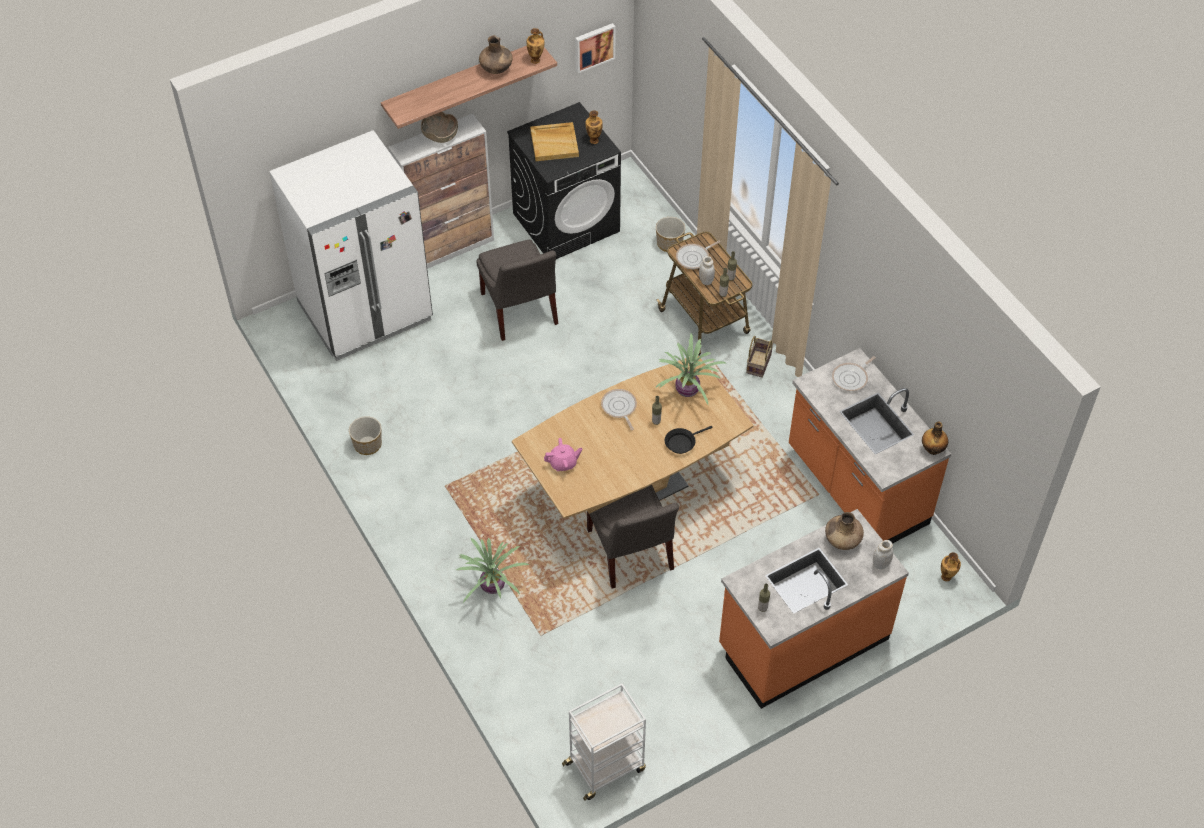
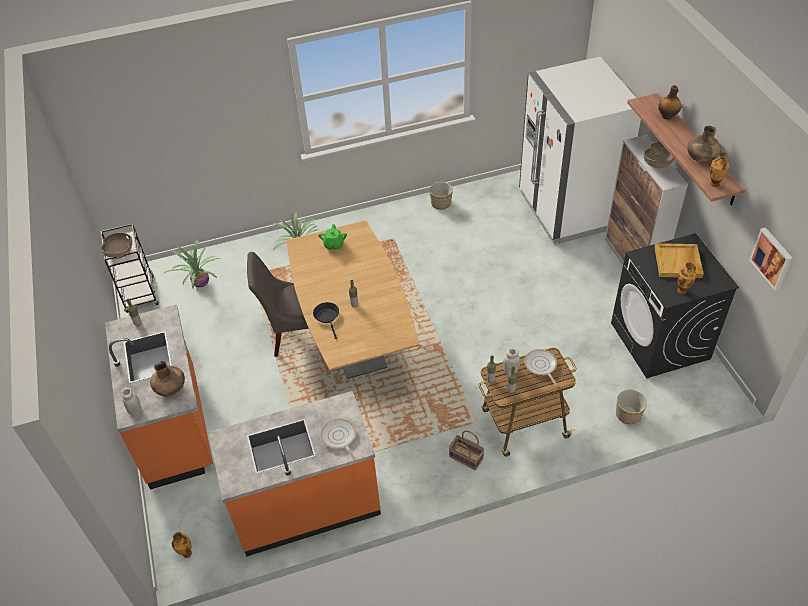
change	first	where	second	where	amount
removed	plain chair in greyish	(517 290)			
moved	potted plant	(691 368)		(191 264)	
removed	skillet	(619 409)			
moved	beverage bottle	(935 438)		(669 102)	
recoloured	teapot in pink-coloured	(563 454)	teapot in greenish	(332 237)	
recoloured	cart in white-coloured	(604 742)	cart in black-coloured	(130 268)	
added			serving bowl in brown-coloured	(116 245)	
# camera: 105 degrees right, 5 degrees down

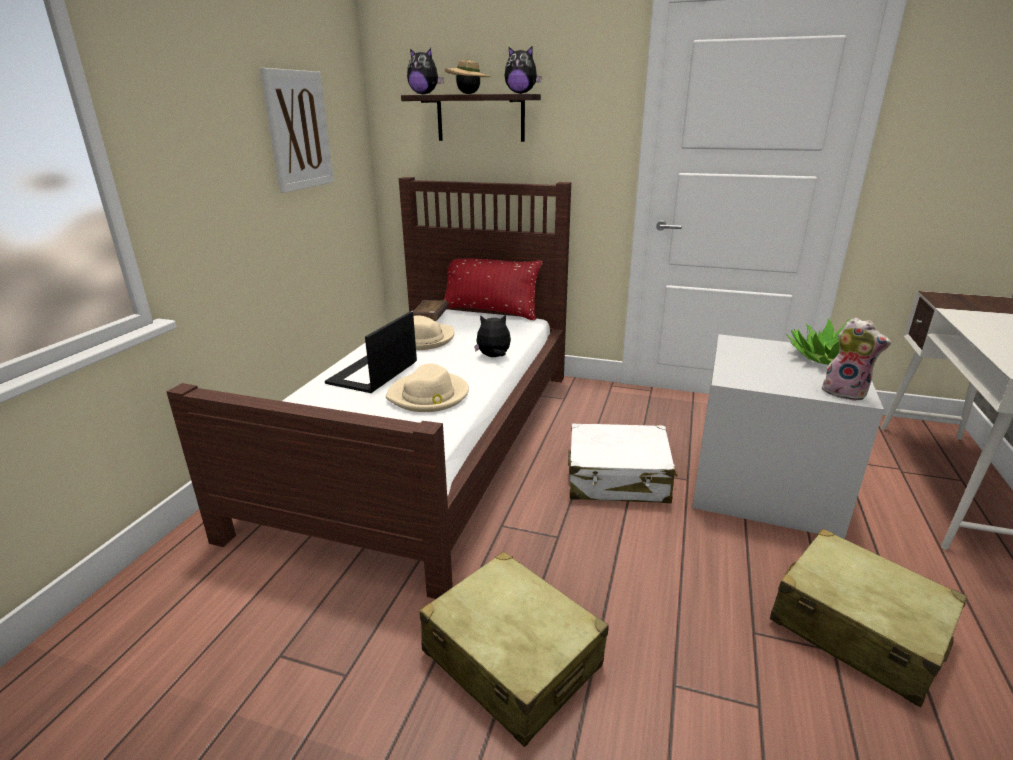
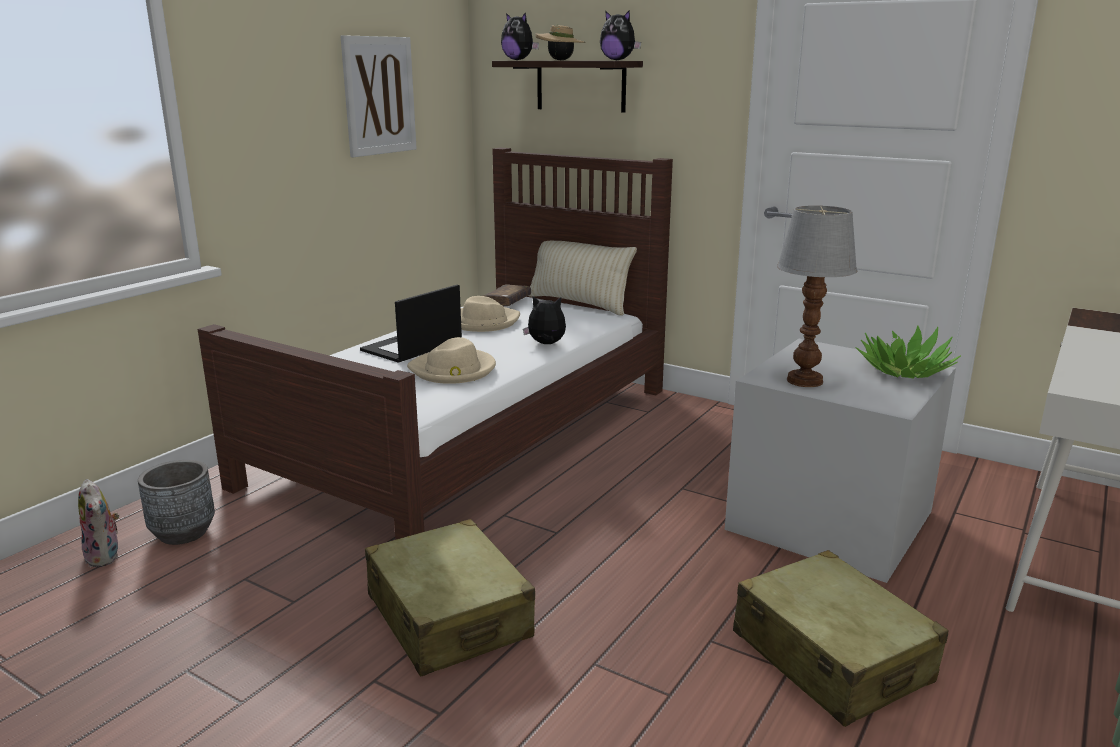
change	first	where	second	where	amount
recoloured	cushion in red-coloured	(493 289)	cushion in sand-coloured	(583 278)	
moved	cuddly toy	(856 359)		(98 523)	
removed	suitcase in white-coloured	(623 463)			
added			tabletop lamp	(817 296)	
added			planter in greyish	(176 502)	
# camera: 15 degrees right, 5 degrees down

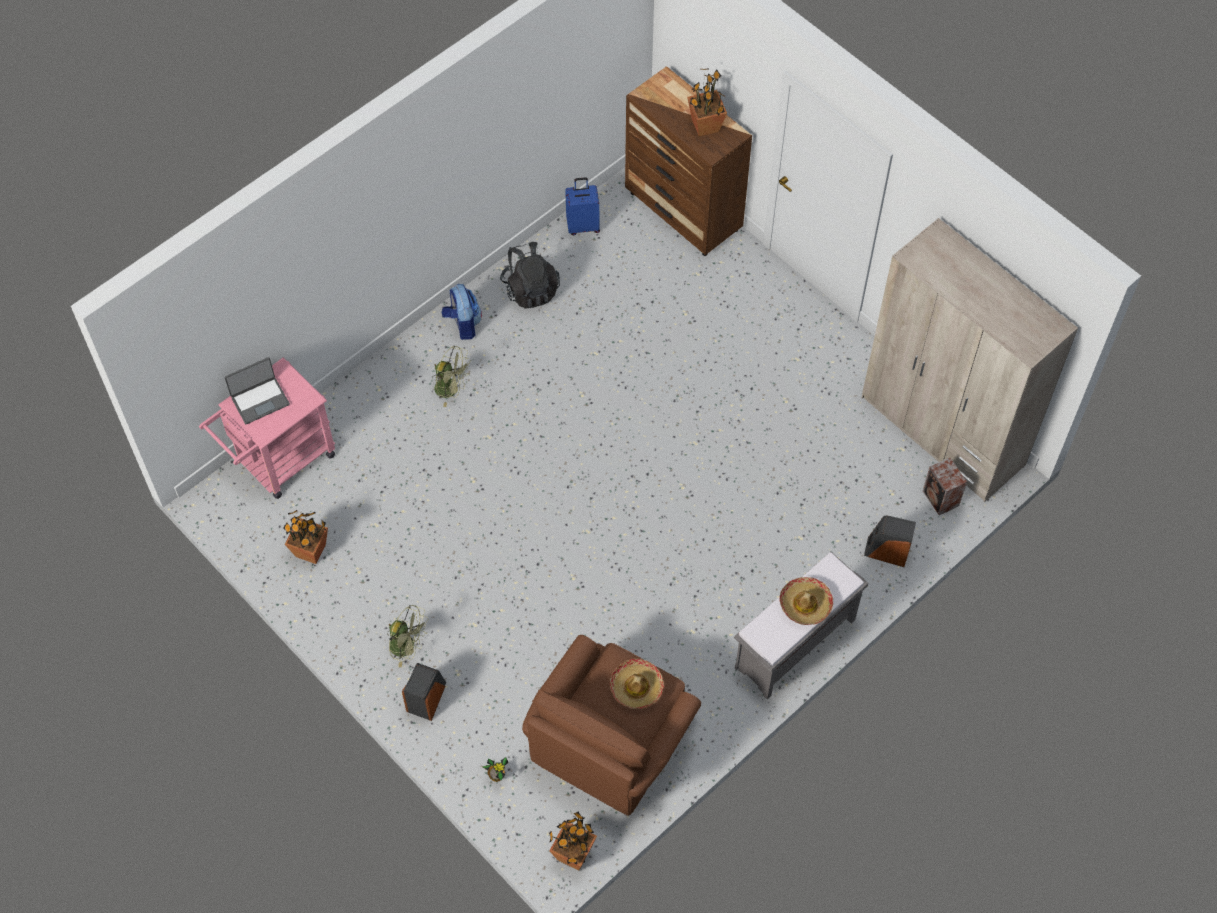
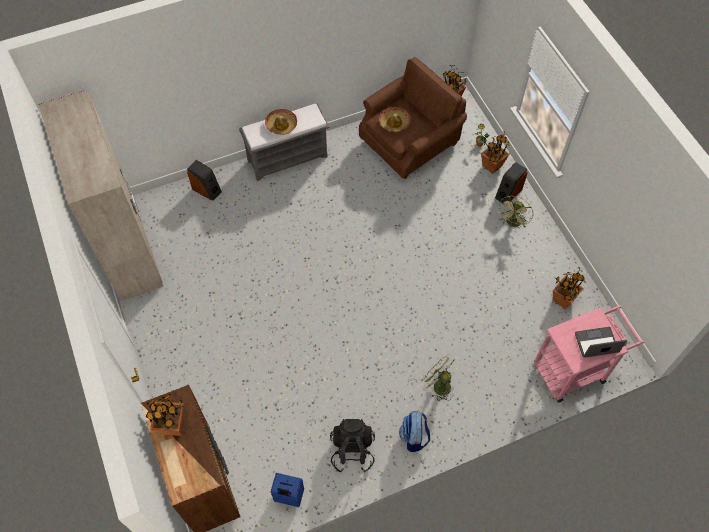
change	first	where	second	where	amount
removed	speaker	(945 486)			
turned	fan in greenish	(408 636)		(515 212)	105 degrees counterclockwise
added			potted plant	(495 152)	
# camera: 160 degrees left, 0 degrees up

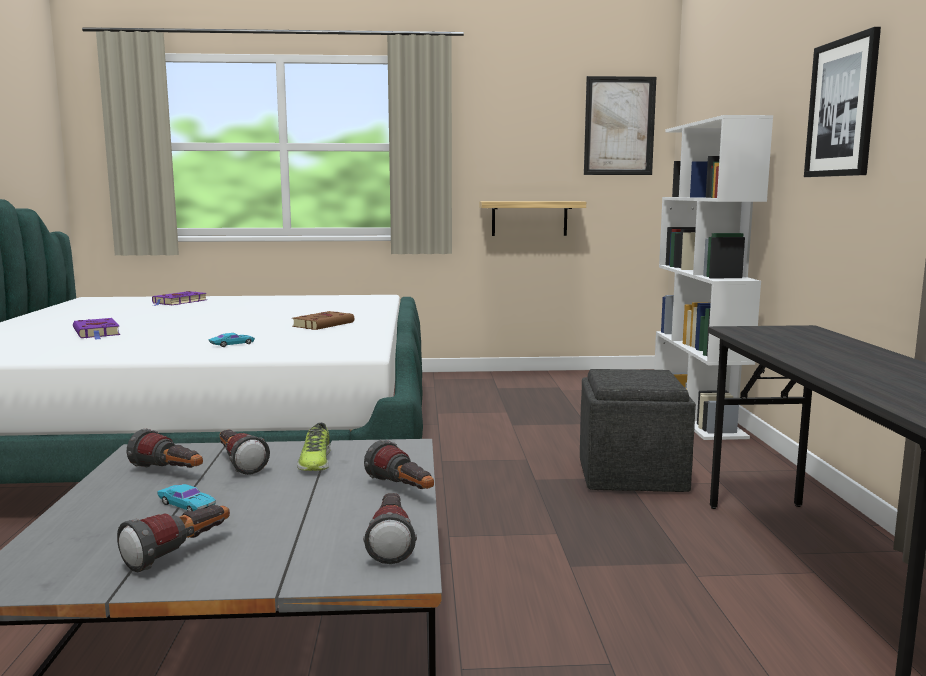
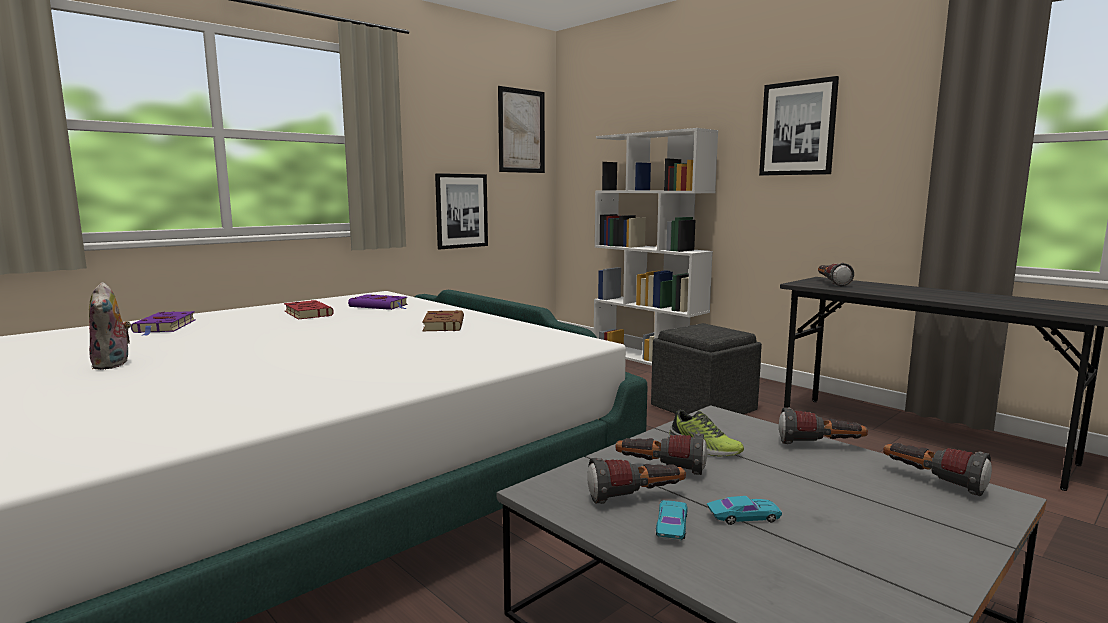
change	first	where	second	where	amount
replaced	shelf	(532 218)	wall picture	(461 211)	
moved	volume in purple-coloured	(96 329)		(378 302)	
moved	miniature car in blue-green	(231 340)		(672 520)	
moved	hand torch	(173 538)		(836 275)	
added			cuddly toy	(110 326)	
added			volume in red-coloured	(309 310)	
# camera: 40 degrees left, 0 degrees up

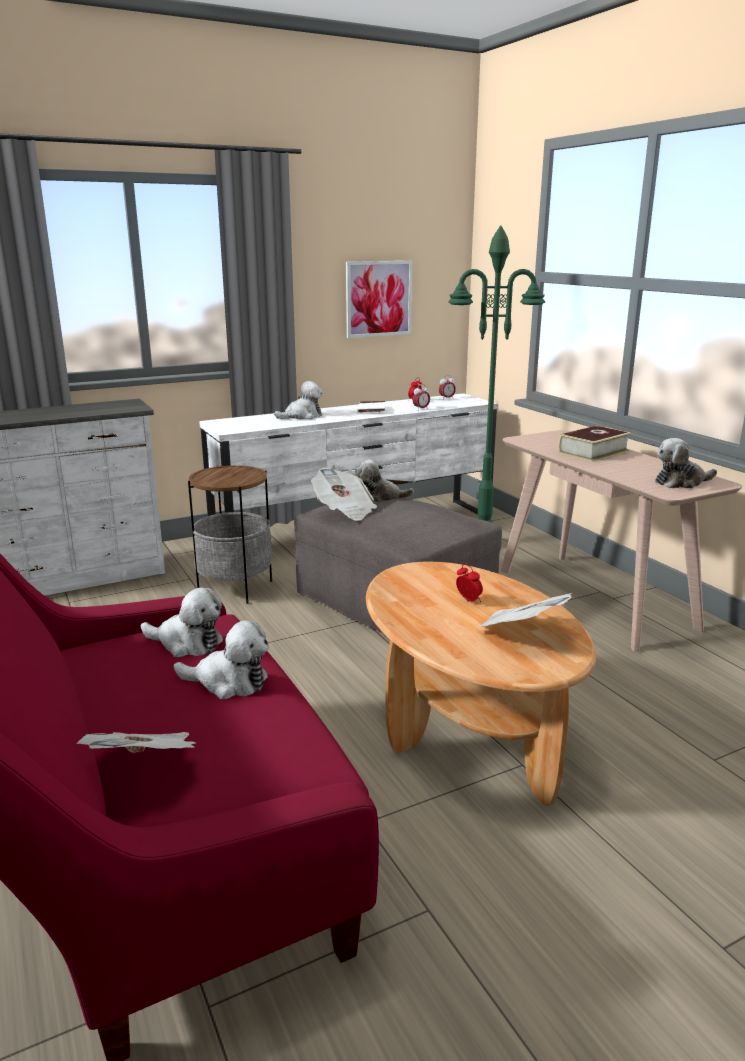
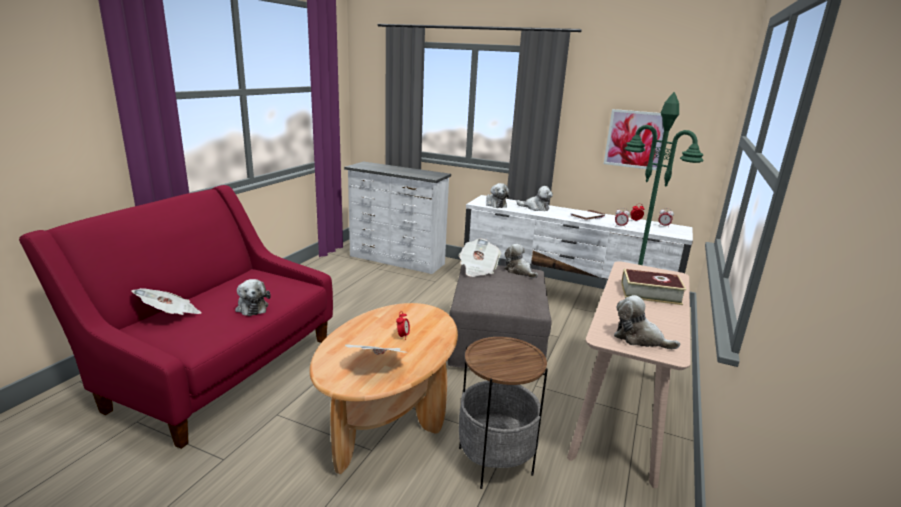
change	first	where	second	where	amount
moved	accent table	(230 534)		(503 413)	
moved	cuddly toy	(182 622)		(497 195)	
# camera: 50 degrees right, 0 degrees up

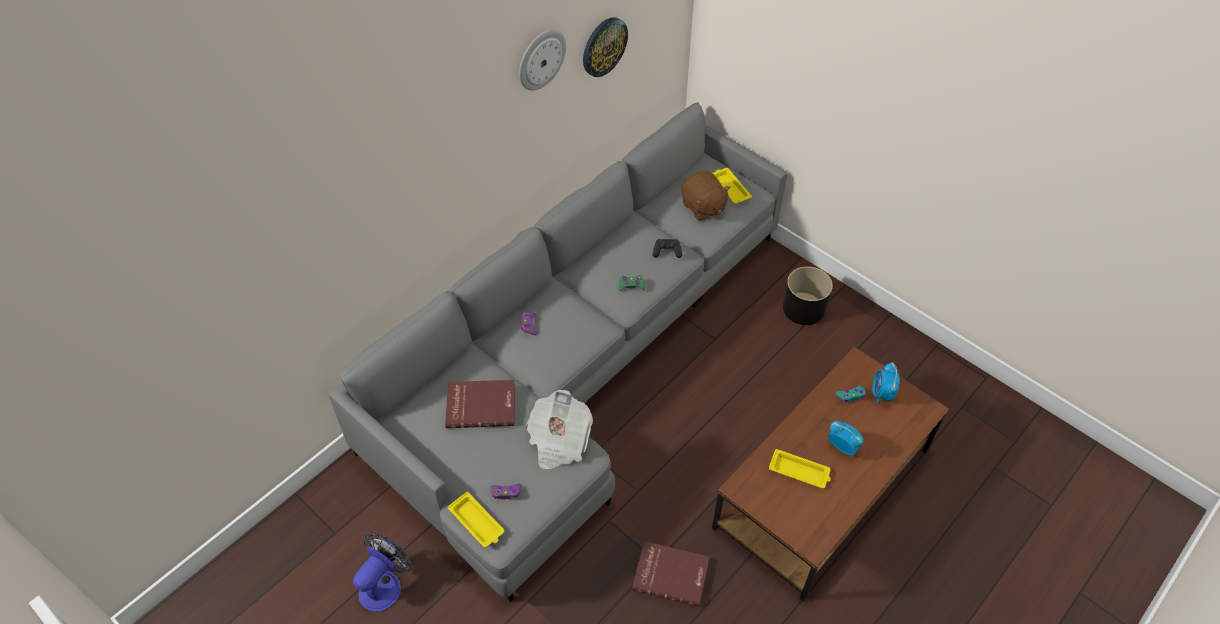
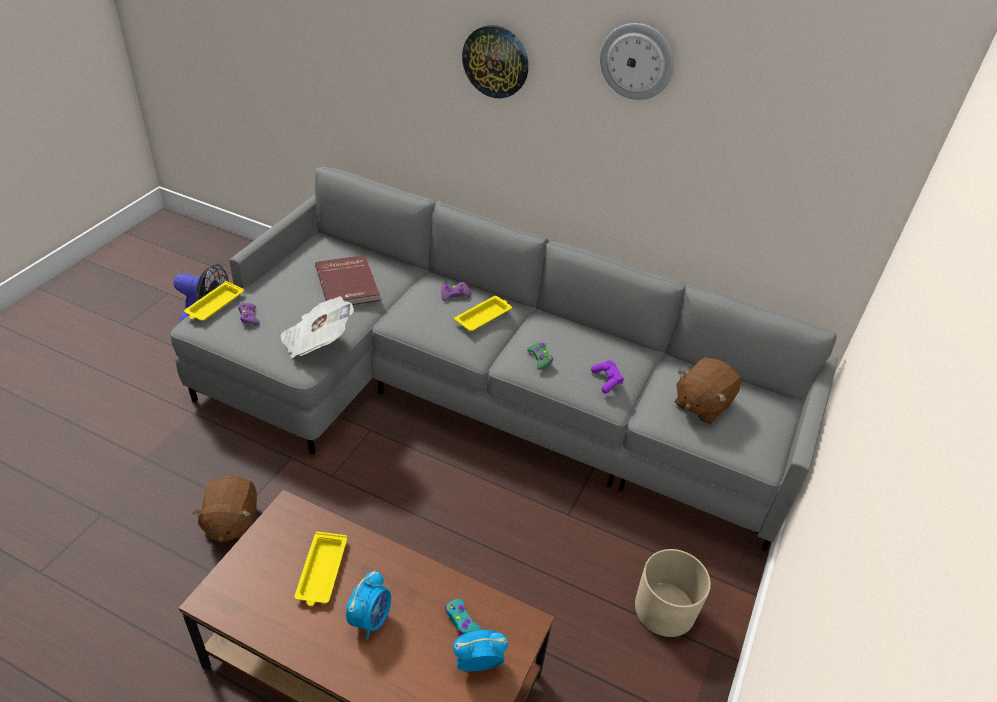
change	first	where	second	where	amount
moved	clock on the wall	(605 47)		(495 61)	
moved	carrying tray in yellowish	(732 186)		(483 313)	
recoloured	game controller in black-coloured	(667 248)	game controller in purple-coloured	(607 377)	
recoloured	planter in black-coloured	(808 295)	planter in sand-coloured	(673 593)	
replaced	volume in red-coloured	(671 574)	cuddly toy in brown-coloured	(224 509)	
# camera: 70 degrees right, 10 degrees down

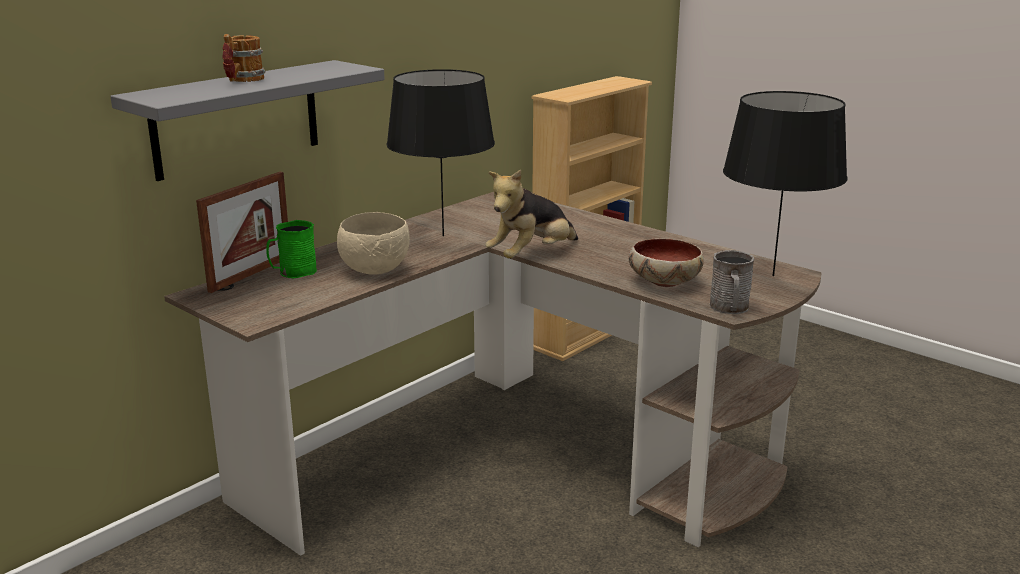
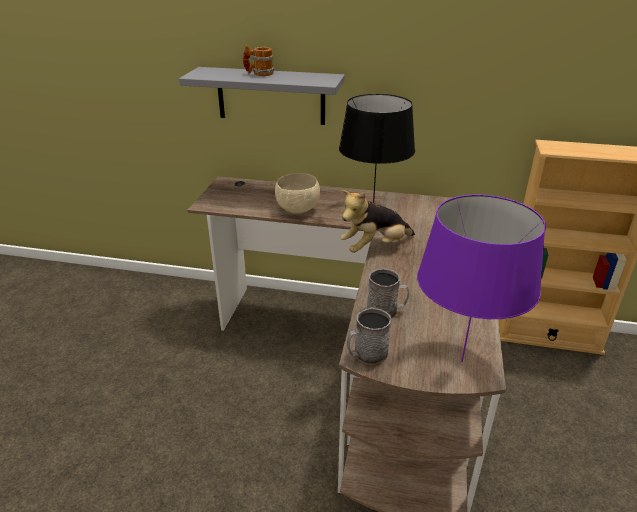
change	first	where	second	where	amount
recoloured	tabletop lamp in black-coloured	(785 183)	tabletop lamp in purple-coloured	(481 278)	
turned	cuddly toy	(531 214)		(378 221)	45 degrees counterclockwise
removed	standing frame	(242 232)			
removed	coffee mug in greenish	(291 249)			
replaced	serving bowl	(666 263)	coffee mug in greyish	(388 293)	
# camera: 60 degrees right, 10 degrees up

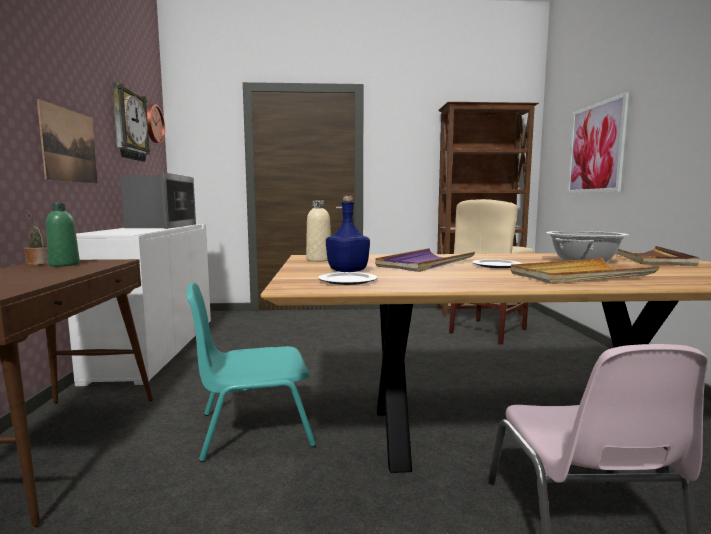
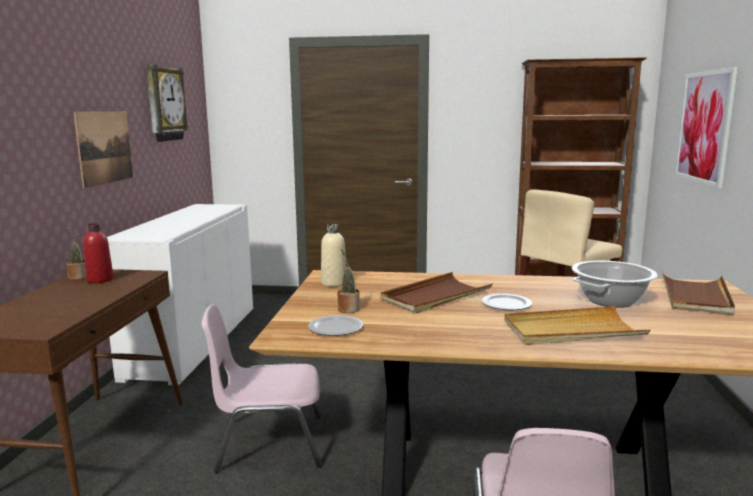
change	first	where	second	where	amount
removed	clock on the wall	(156 123)			
removed	kitchen microwave	(158 200)			
replaced	beverage bottle in blue	(348 234)	potted plant	(348 280)	
recoloured	beverage bottle in greenish	(63 235)	beverage bottle in red-coloured	(98 253)	
recoloured	carrying tray in purple-coloured	(425 260)	carrying tray in brown-coloured	(436 292)	
recoloured	plain chair in blue-green	(251 372)	plain chair in pink-coloured	(262 388)	
# camera: 10 degrees right, 5 degrees up

